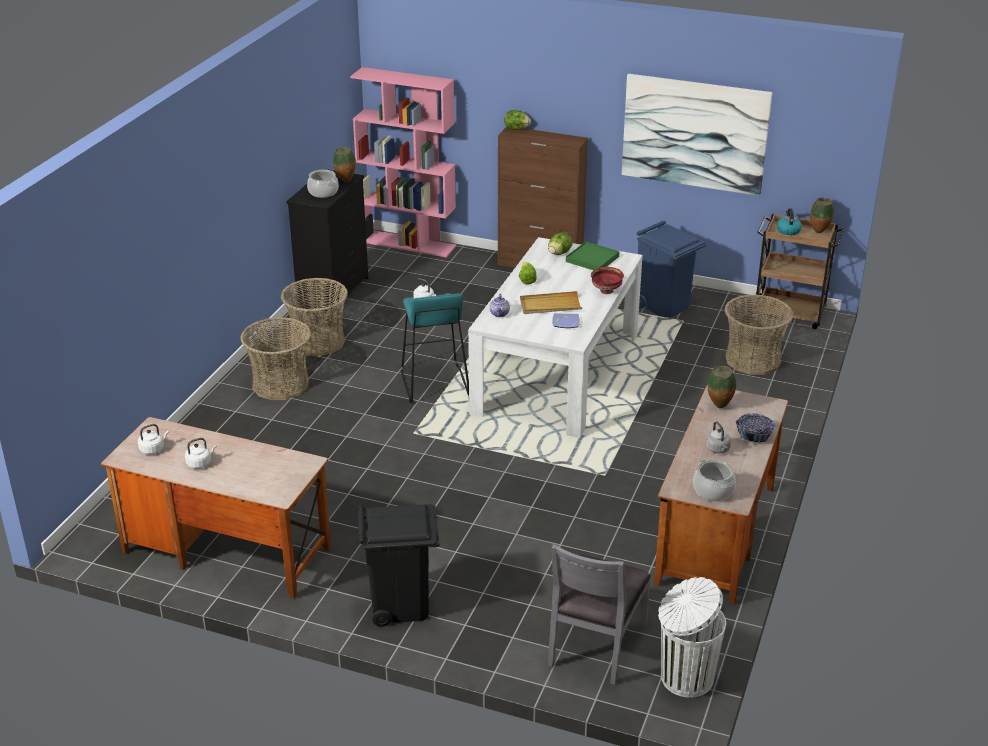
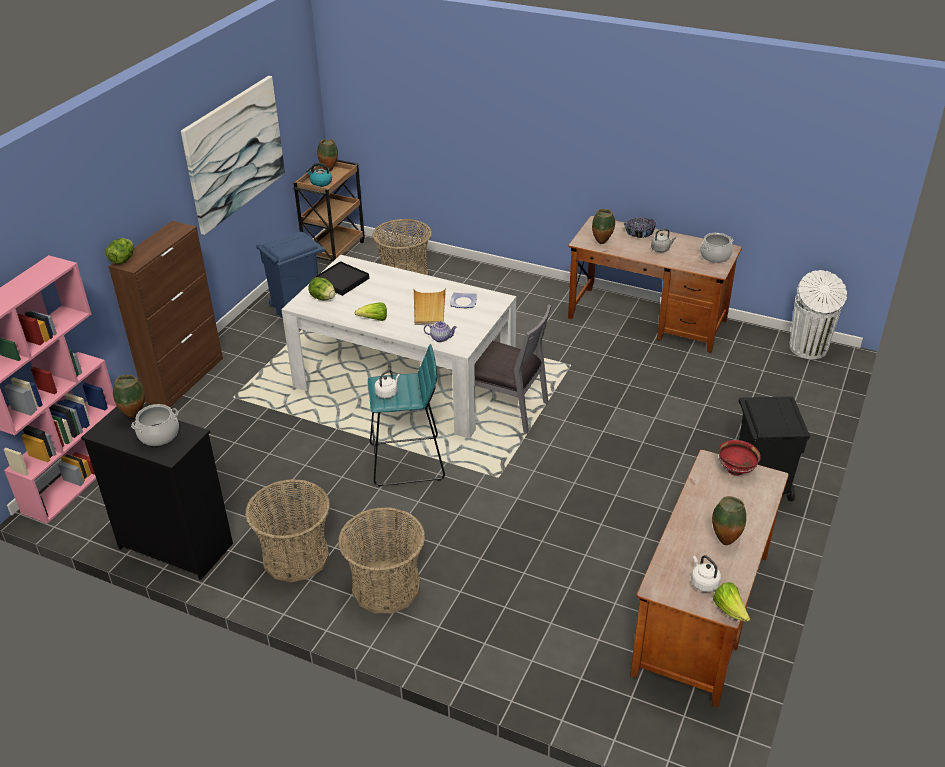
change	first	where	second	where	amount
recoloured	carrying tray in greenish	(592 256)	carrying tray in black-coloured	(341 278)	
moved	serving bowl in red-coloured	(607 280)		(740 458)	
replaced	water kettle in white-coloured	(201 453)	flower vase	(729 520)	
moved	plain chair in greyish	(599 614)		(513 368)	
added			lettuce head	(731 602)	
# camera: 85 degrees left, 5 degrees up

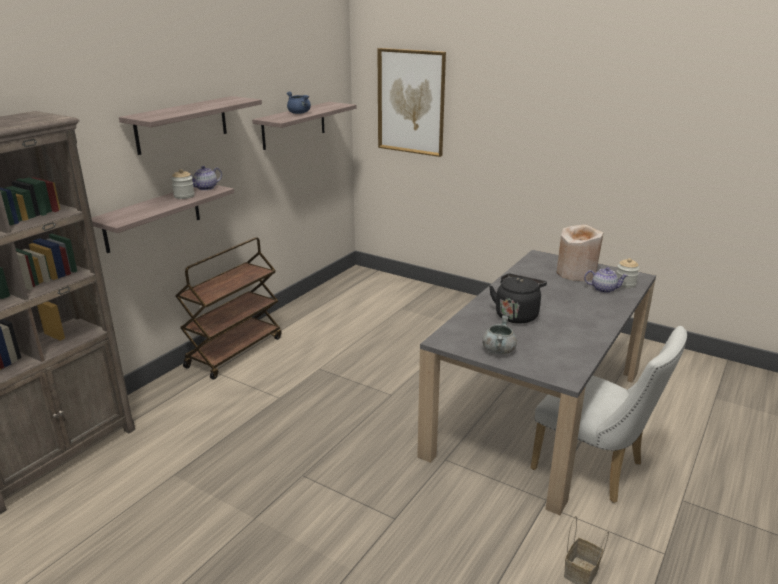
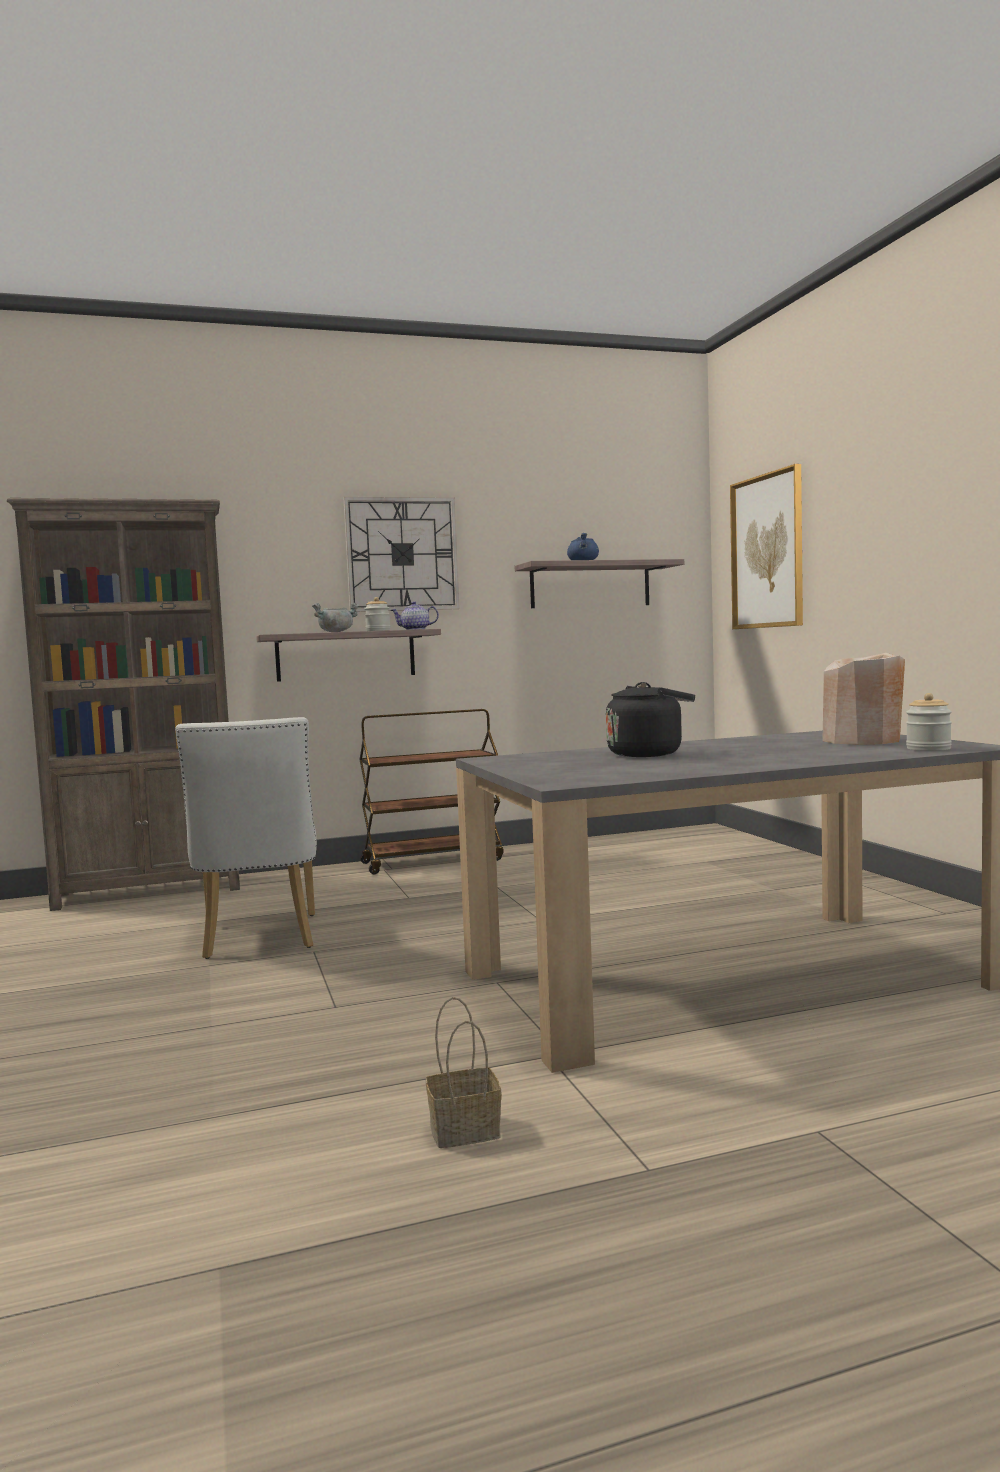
change	first	where	second	where	amount
replaced	shelf	(190 125)	clock on the wall	(401 554)	
removed	teapot	(606 280)			
moved	saucepot in greyish	(499 334)		(335 617)	
moved	plain chair in white-coloured	(608 414)		(246 838)	
# camera: 40 degrees right, 20 degrees down

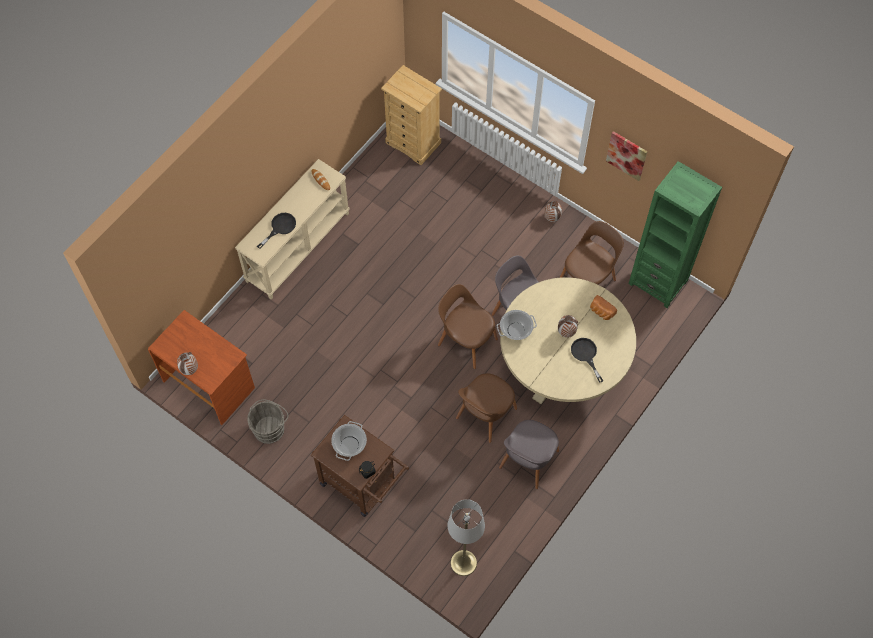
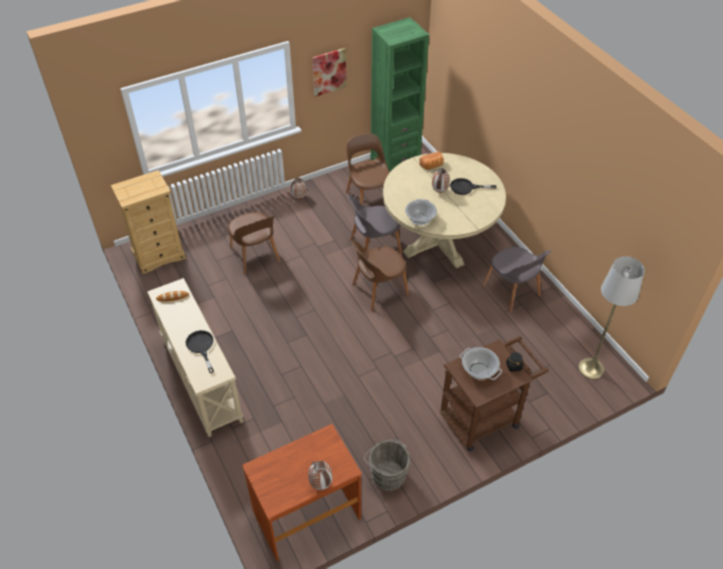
change	first	where	second	where	amount
moved	plain chair in brown-coloured	(486 408)		(254 243)	
# camera: 65 degrees left, 15 degrees down

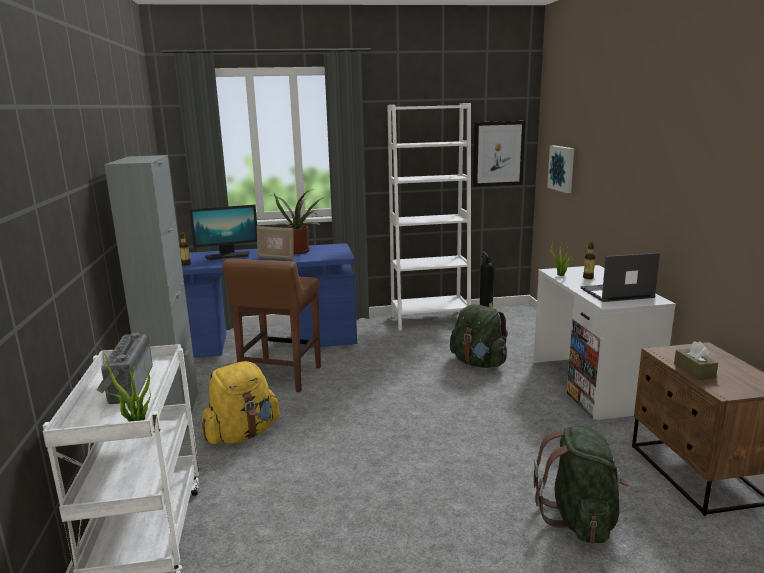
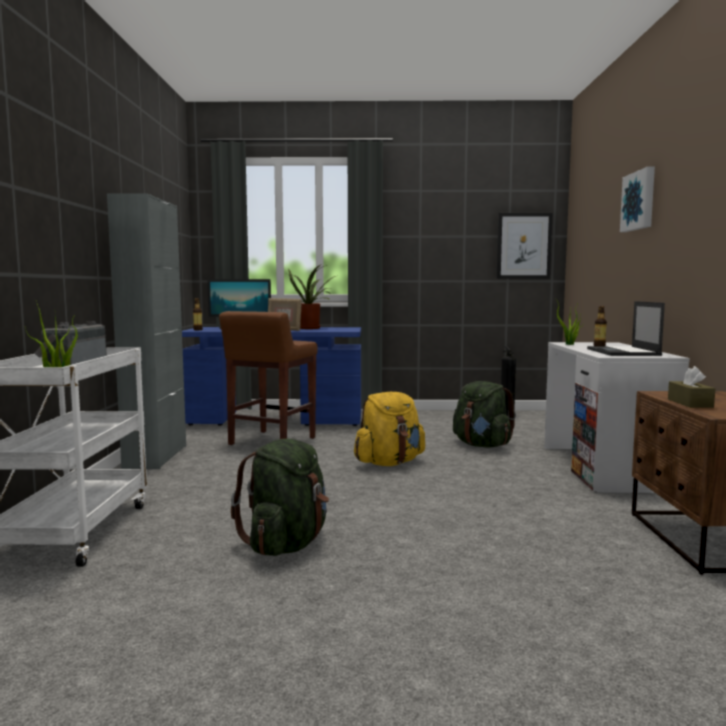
change	first	where	second	where	amount
removed	shelving unit in white-coloured	(429 217)			
moved	wall picture	(560 169)		(637 199)	
turned	laptop	(620 277)		(626 328)	90 degrees counterclockwise
moved	rucksack in yellowish	(241 402)		(389 429)	
moved	rucksack in greenish	(581 484)		(280 497)	
# camera: 10 degrees right, 10 degrees down

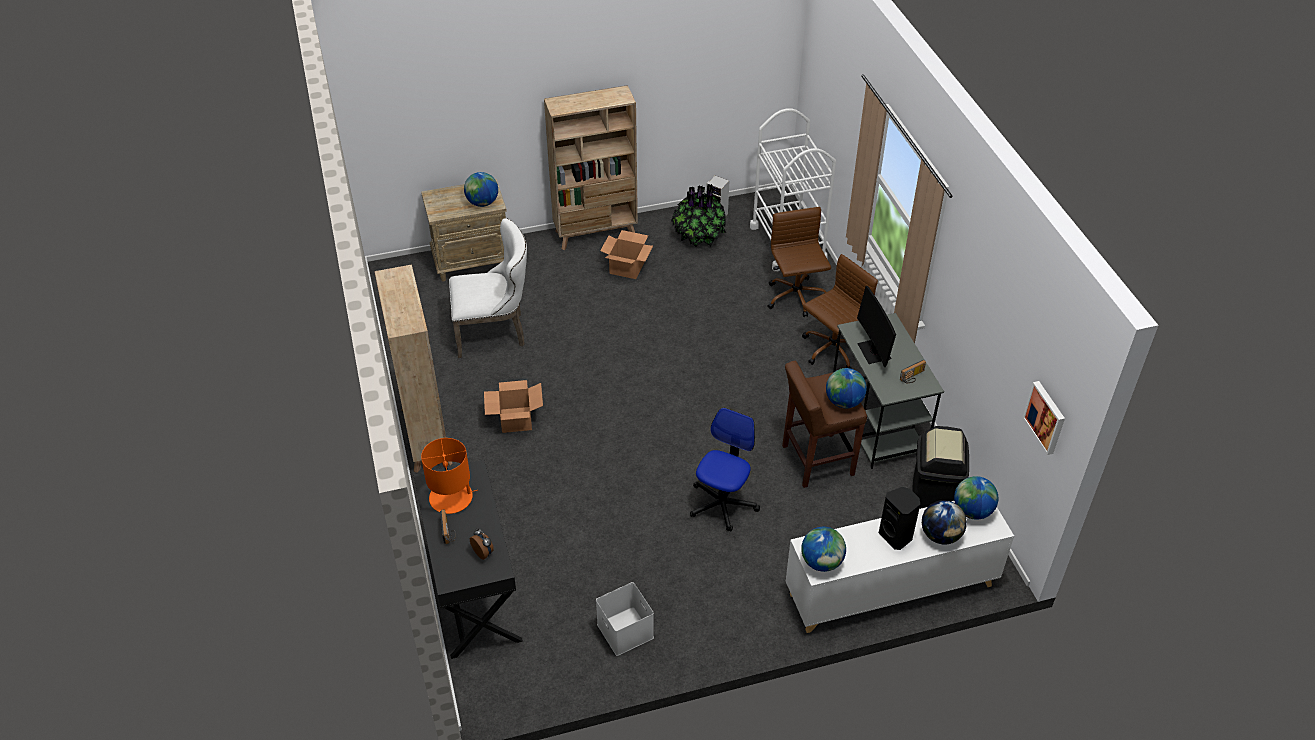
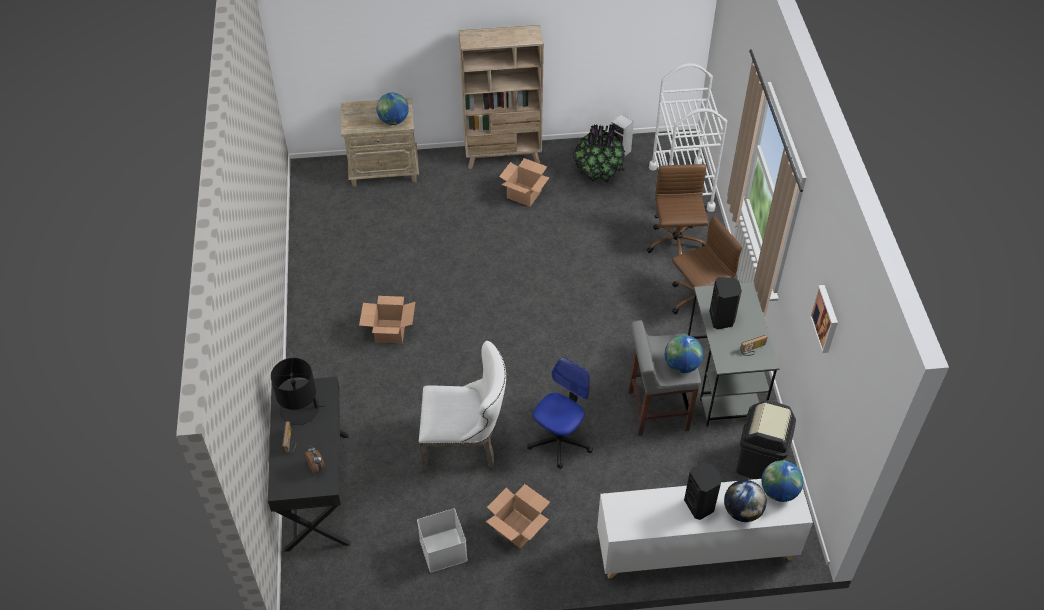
change	first	where	second	where	amount
moved	plain chair in white-coloured	(488 288)		(462 407)	
removed	shelving unit in sand-coloured	(413 368)			
replaced	computer screen	(876 326)	speaker in black-coloured	(725 303)	
recoloured	sitting stool in brown-coloured	(824 424)	sitting stool in greyish	(664 378)	
moved	wall picture	(1044 418)		(824 319)	
recoloured	tabletop lamp in orange-coloured	(449 476)	tabletop lamp in black-coloured	(298 391)	
removed	desk globe	(823 549)			
added			cardboard box	(517 516)	
# camera: 10 degrees right, 5 degrees up

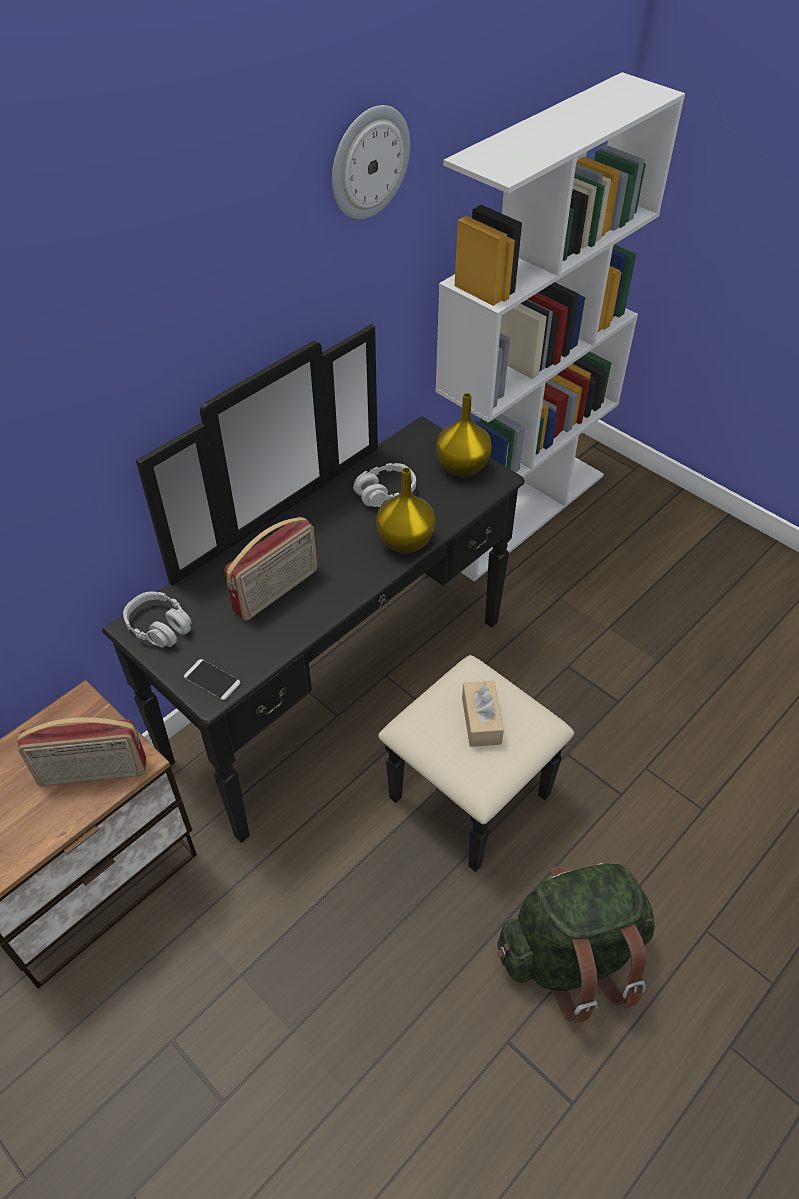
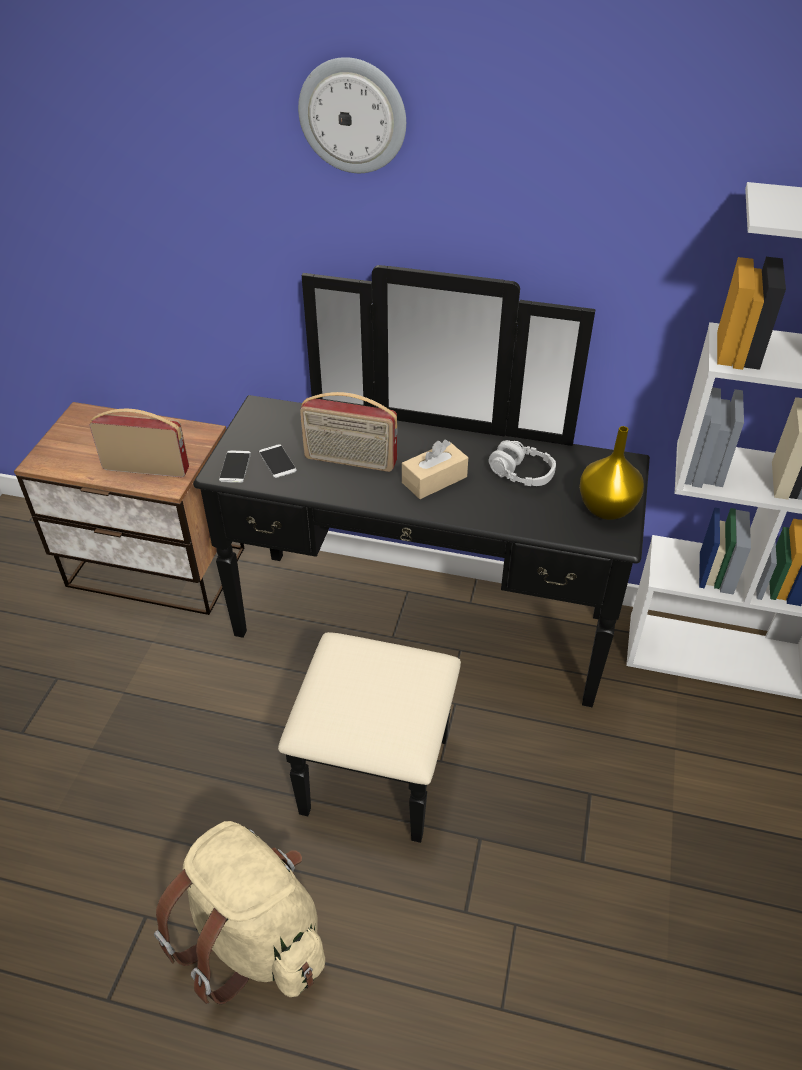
change	first	where	second	where	amount
moved	clock on the wall	(371 162)		(352 115)	
removed	flower vase in yellowish	(406 510)			
removed	headset in greyish	(157 619)			
moved	tissue box in sand-coloured	(483 714)		(435 469)	
turned	radio	(81 751)		(139 443)	135 degrees clockwise
recoloured	rucksack in greenish	(576 943)	rucksack in sand-coloured	(239 913)	
added			telephone	(278 461)	
# camera: 60 degrees right, 5 degrees down

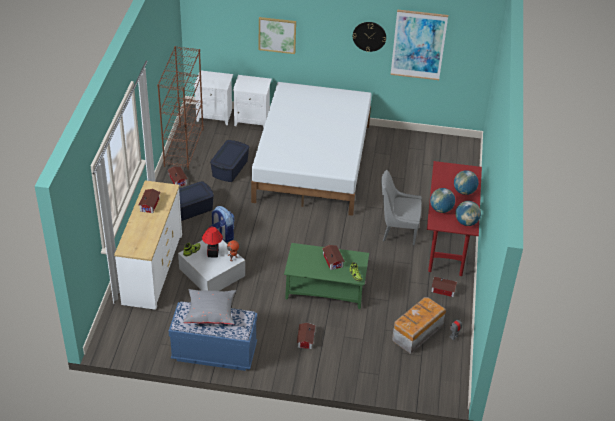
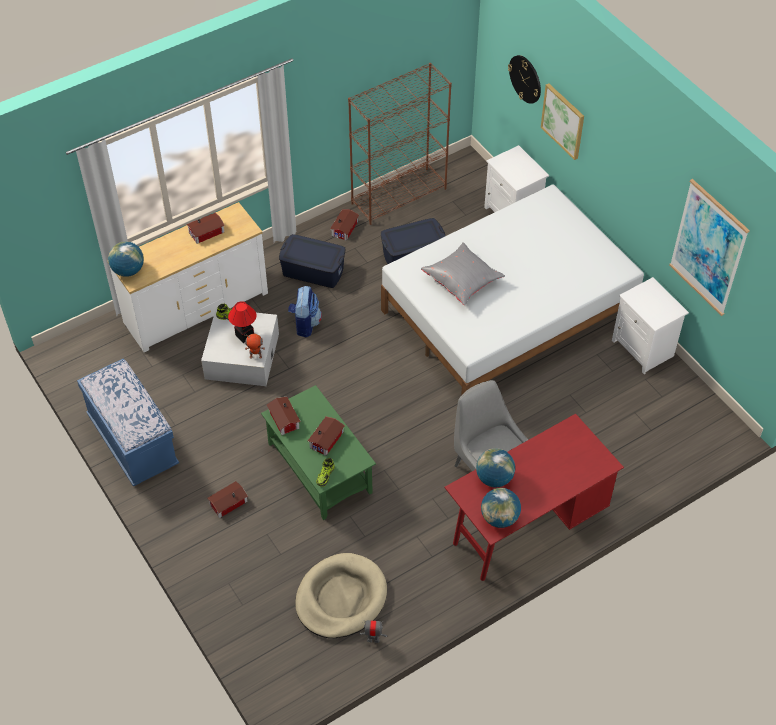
change	first	where	second	where	amount
moved	clock on the wall	(369 37)		(524 79)	
moved	nightstand in white-coloured	(213 98)		(650 325)	
moved	desk globe	(466 182)		(126 259)	
moved	miniature house	(444 287)		(283 416)	
moved	cushion in greyish	(209 306)		(463 273)	
replaced	storage box	(419 325)	dog cushion in sand-coloured	(341 595)	
# camera: 50 degrees right, 10 degrees up

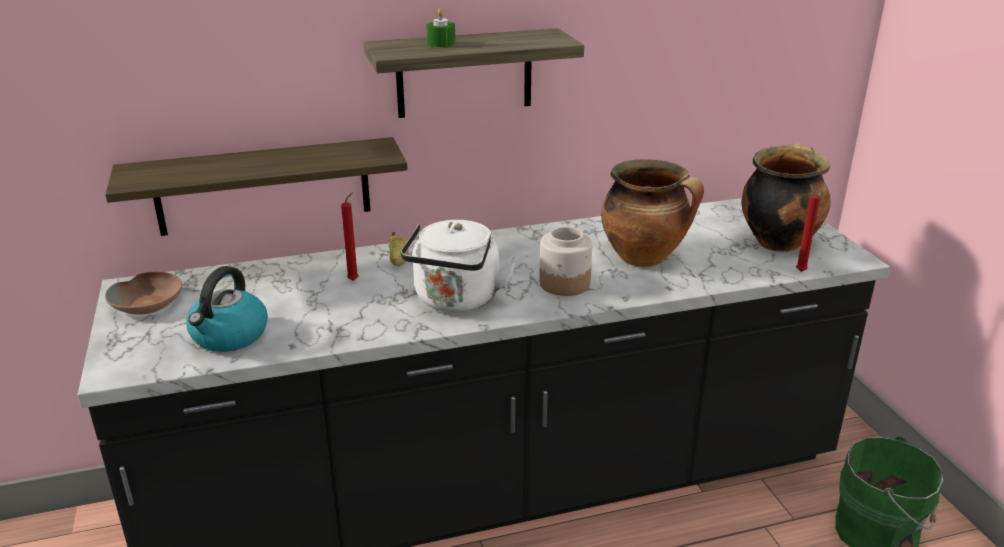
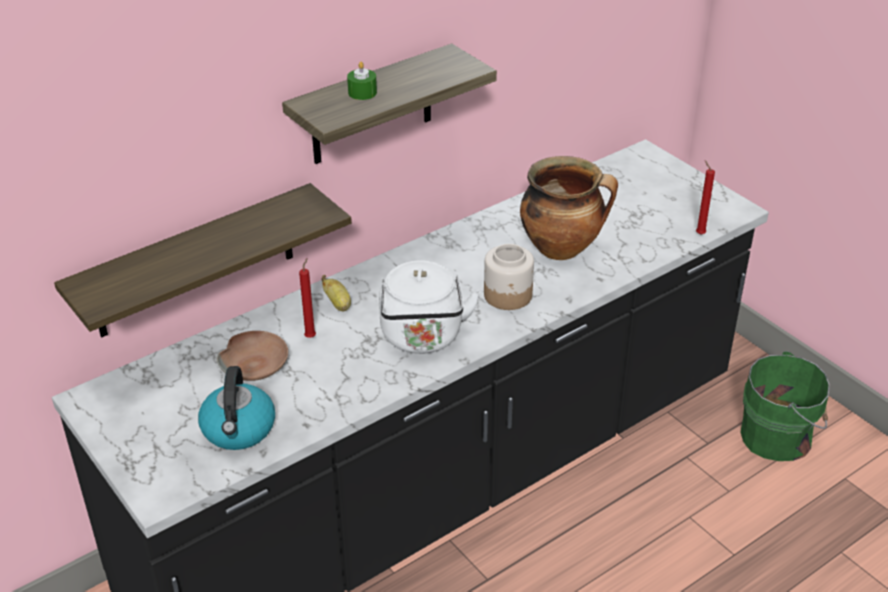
change	first	where	second	where	amount
removed	saucepot	(786 197)			
moved	serving bowl in brown-coloured	(143 293)		(252 356)	
# camera: 20 degrees left, 10 degrees up

